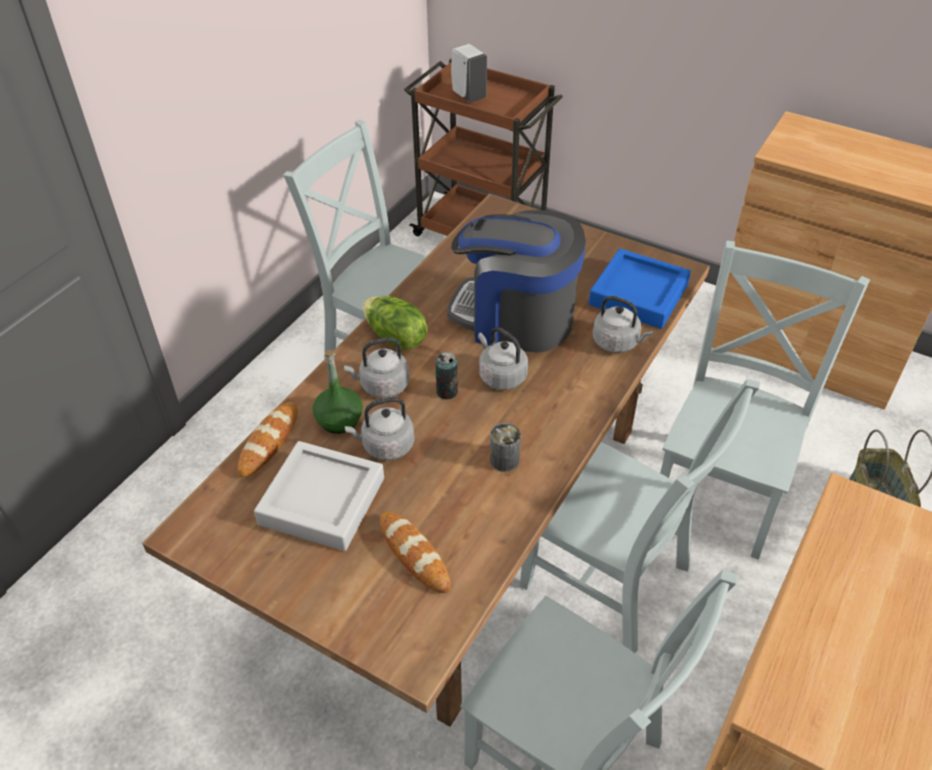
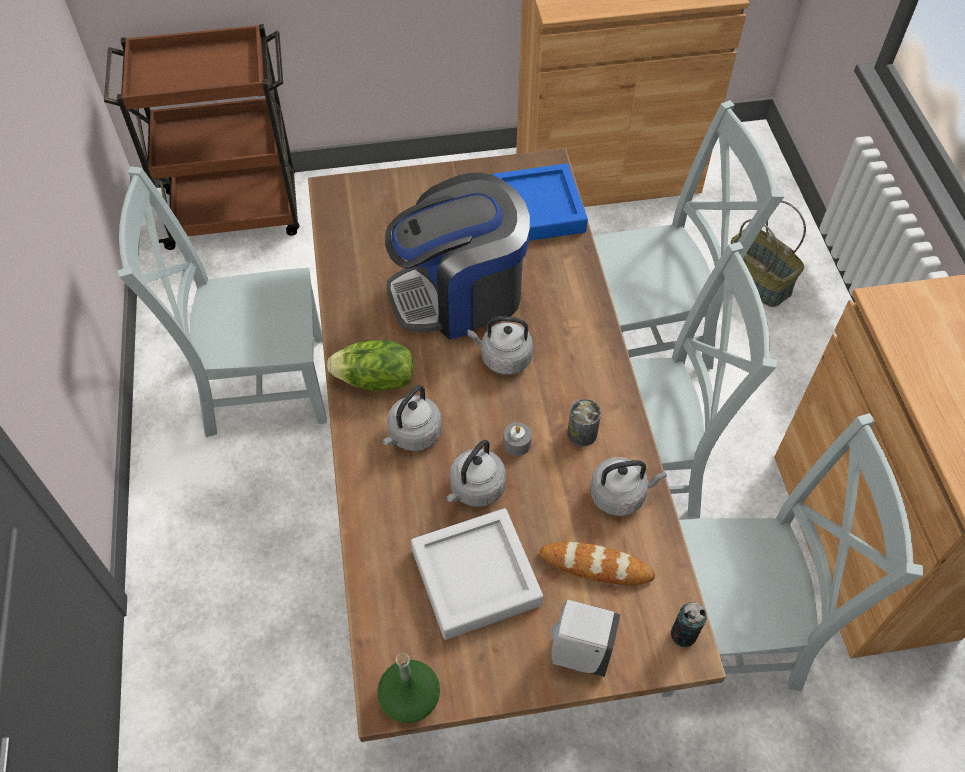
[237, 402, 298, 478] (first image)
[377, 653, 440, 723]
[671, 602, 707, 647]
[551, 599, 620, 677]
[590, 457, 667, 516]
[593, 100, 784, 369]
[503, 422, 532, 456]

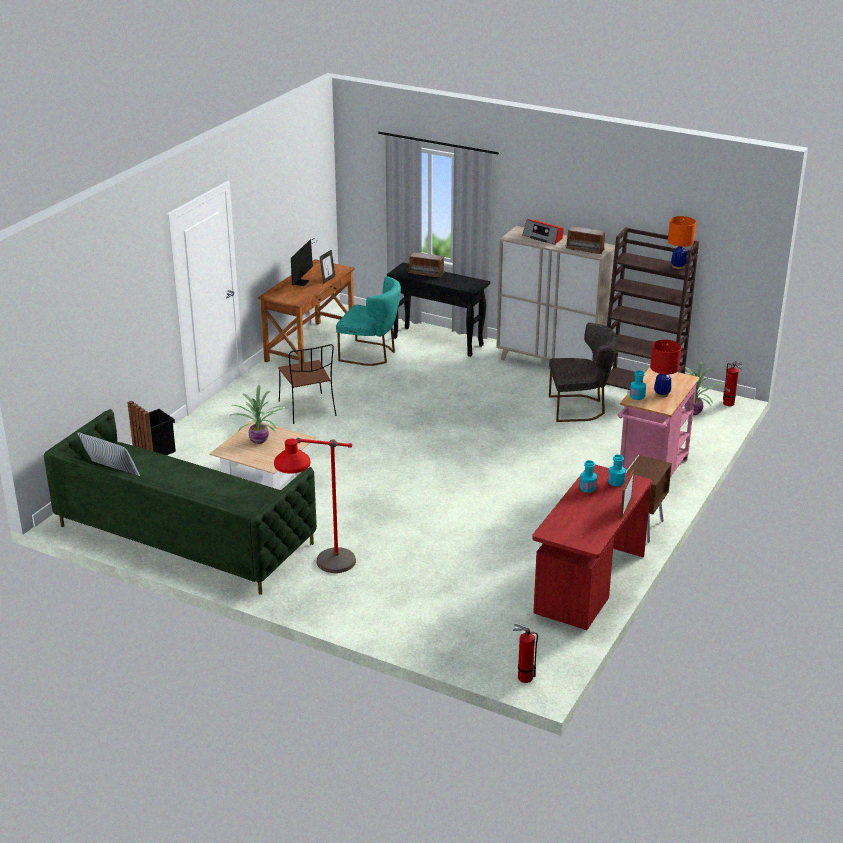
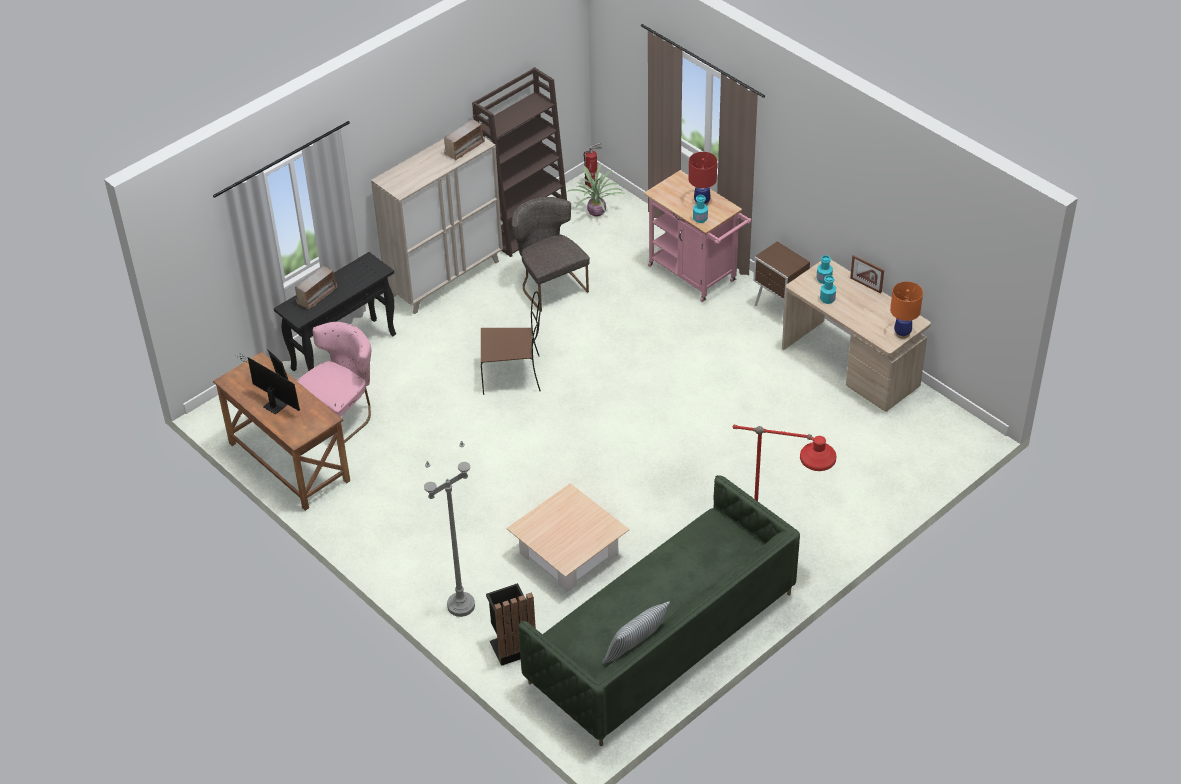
[228, 385, 287, 444] (first image)
[481, 291, 541, 395]
[296, 322, 371, 443]
[513, 622, 538, 683] (first image)
[523, 219, 564, 244] (first image)
[782, 260, 931, 412]
[512, 197, 590, 312]
[890, 282, 923, 339]
[424, 441, 475, 617]

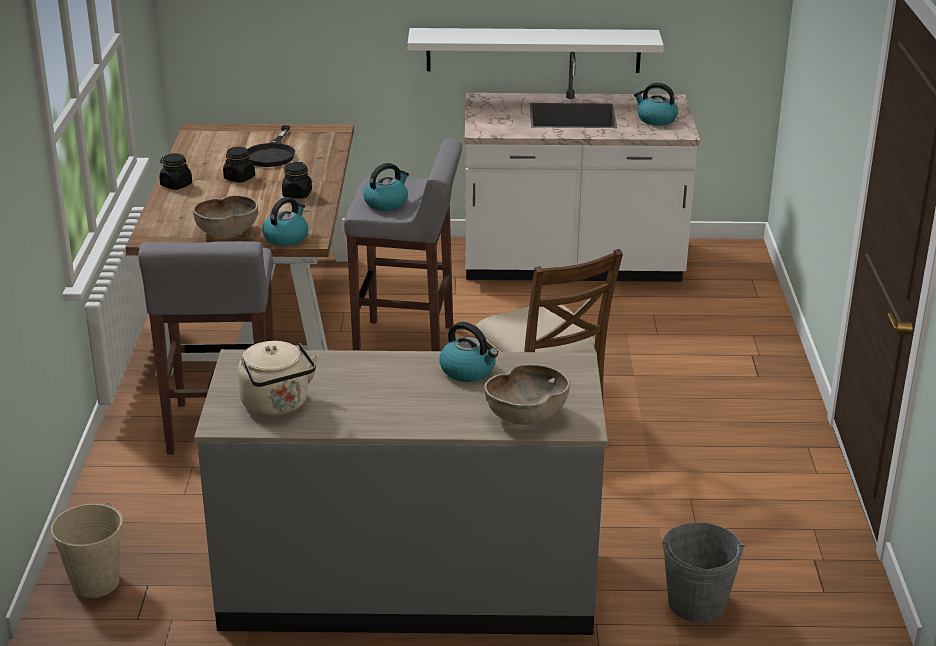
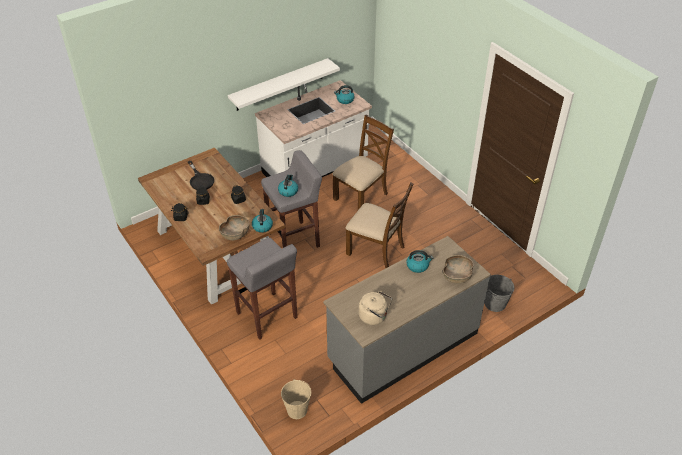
[332, 114, 394, 210]

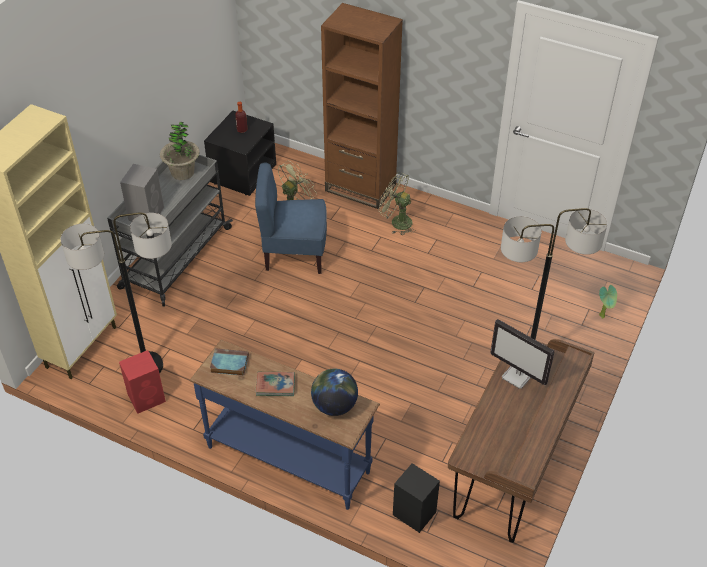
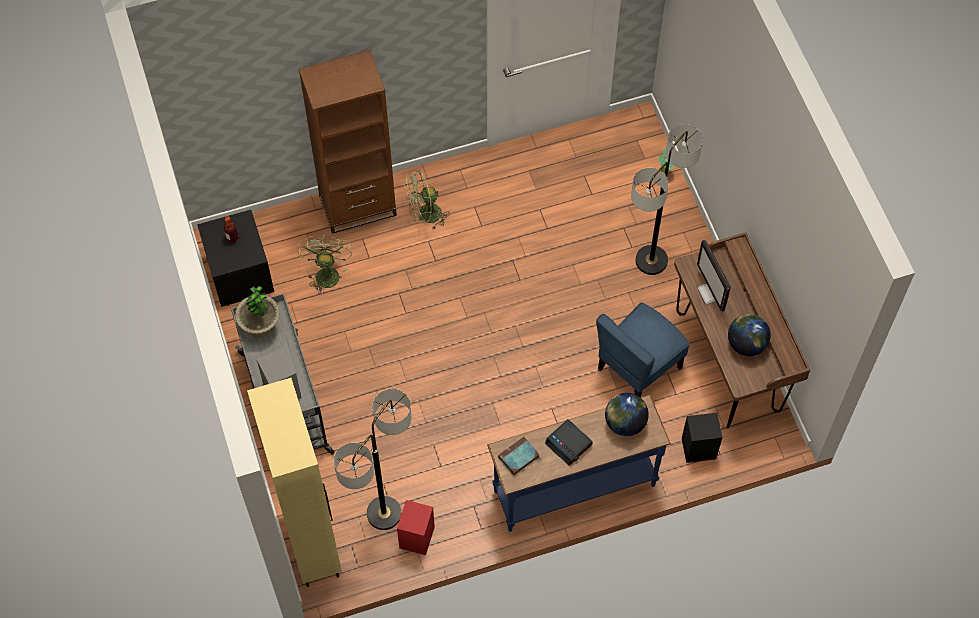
[596, 302, 690, 398]
[545, 419, 593, 466]
[697, 240, 731, 312]
[728, 314, 771, 356]

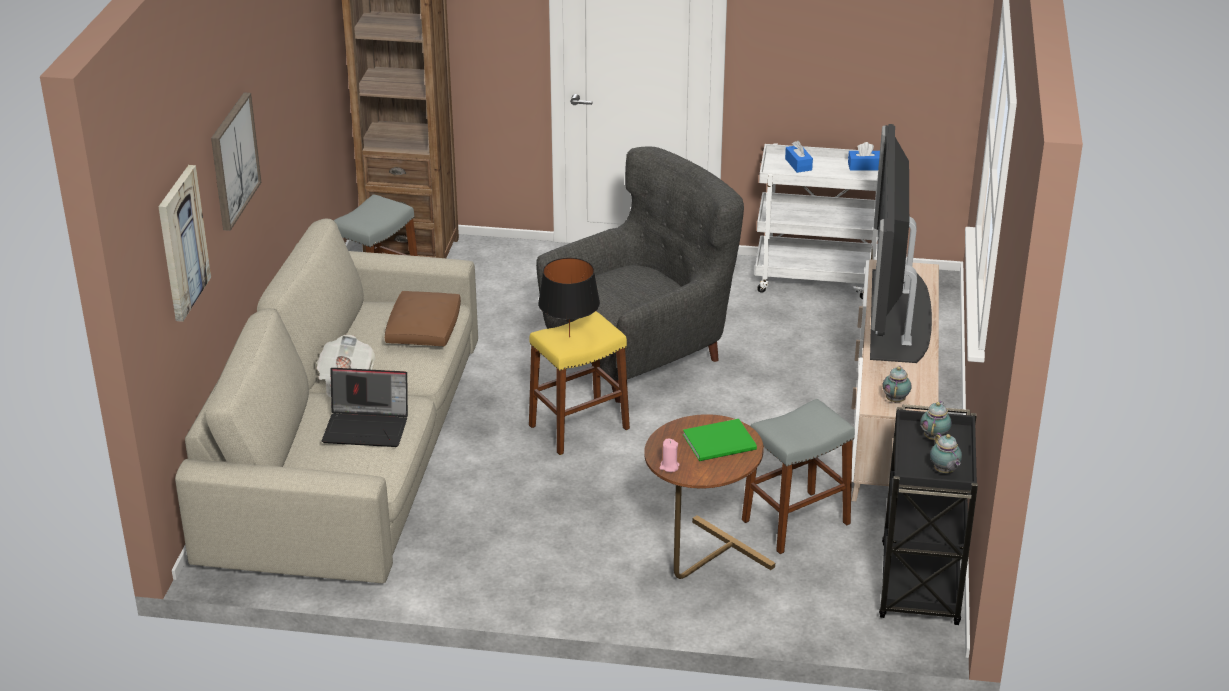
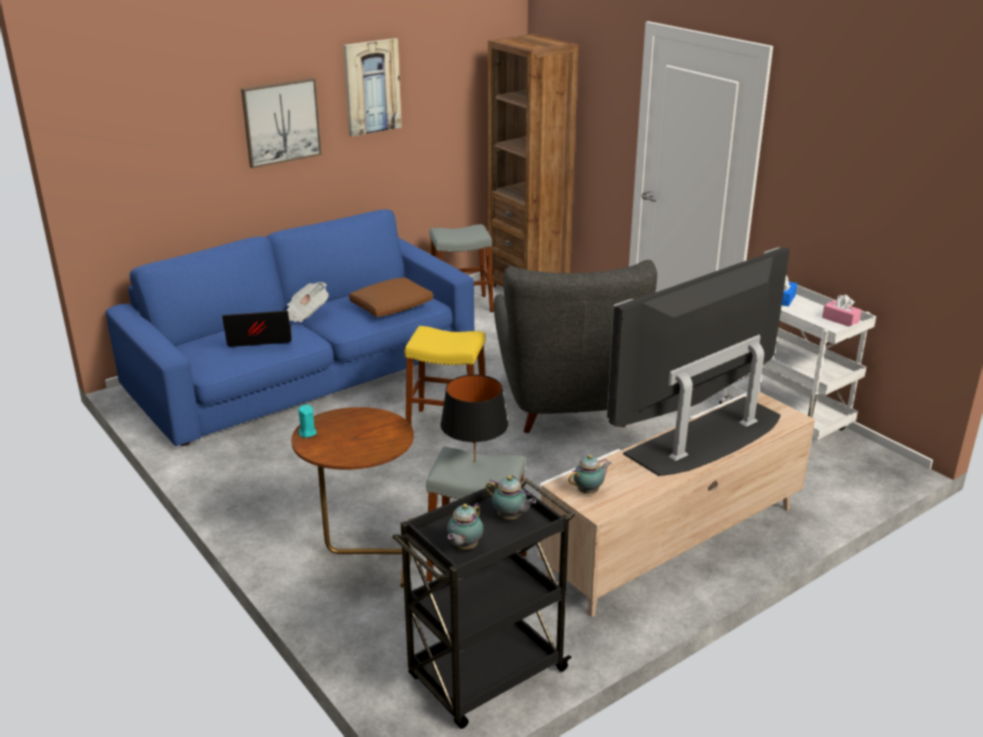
[343, 38, 402, 137]
[105, 209, 474, 446]
[222, 311, 291, 347]
[494, 260, 657, 433]
[440, 375, 508, 462]
[299, 405, 316, 438]
[683, 419, 757, 461] (first image)
[822, 295, 862, 327]
[486, 476, 536, 520]

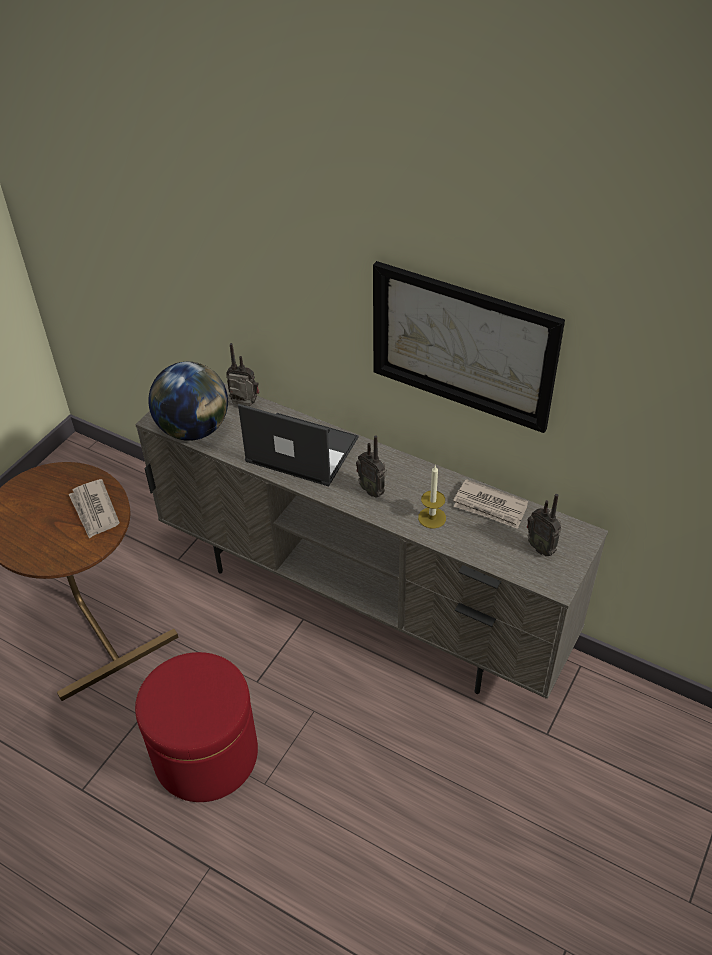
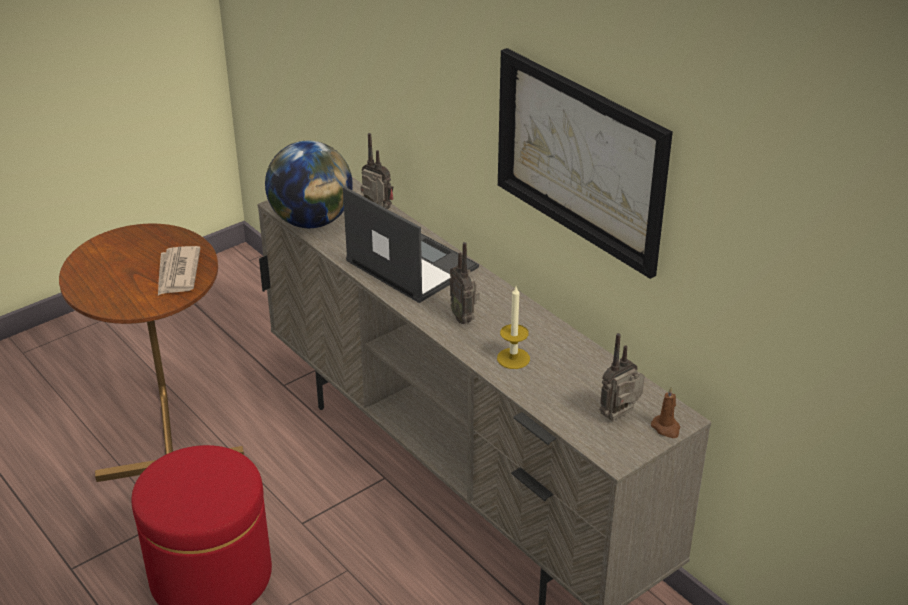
[453, 479, 528, 529] (first image)
[599, 333, 644, 420]
[651, 387, 680, 438]

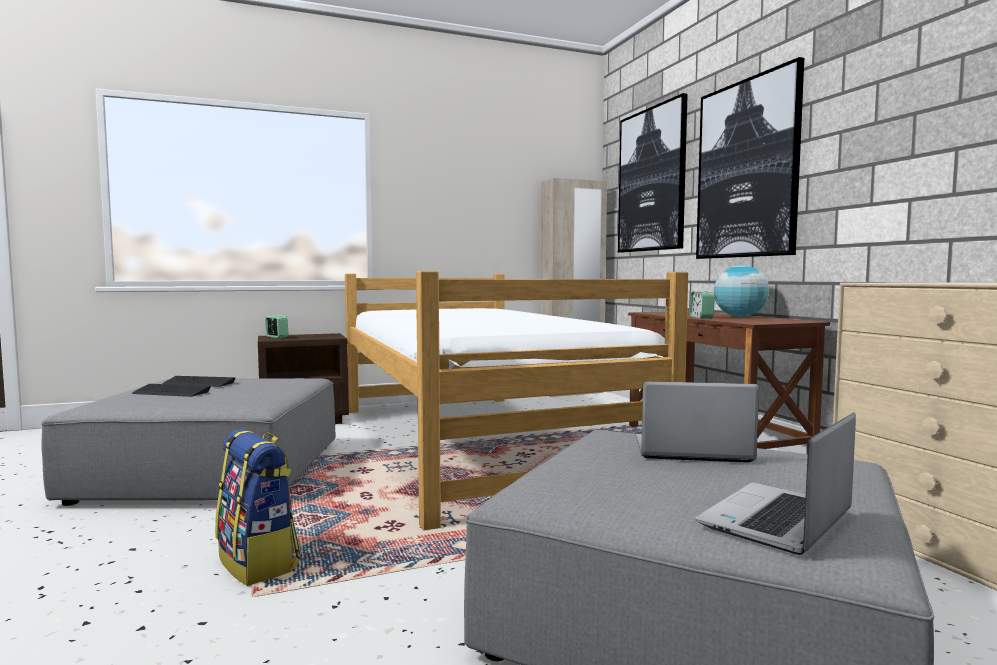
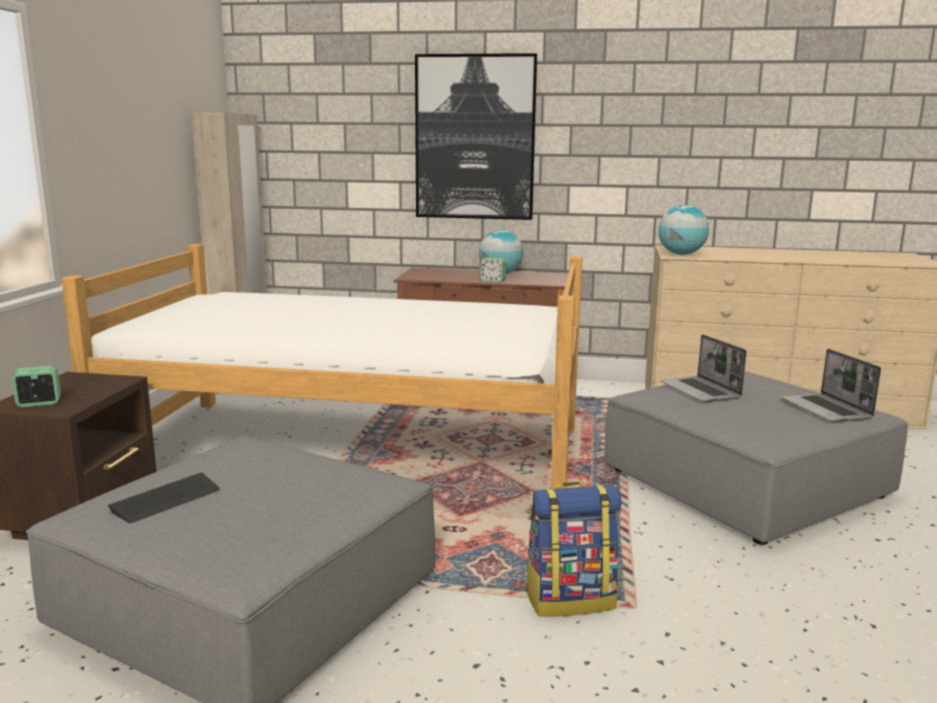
[132, 384, 211, 397] (first image)
[618, 93, 688, 253] (first image)
[661, 334, 747, 402]
[658, 205, 709, 255]

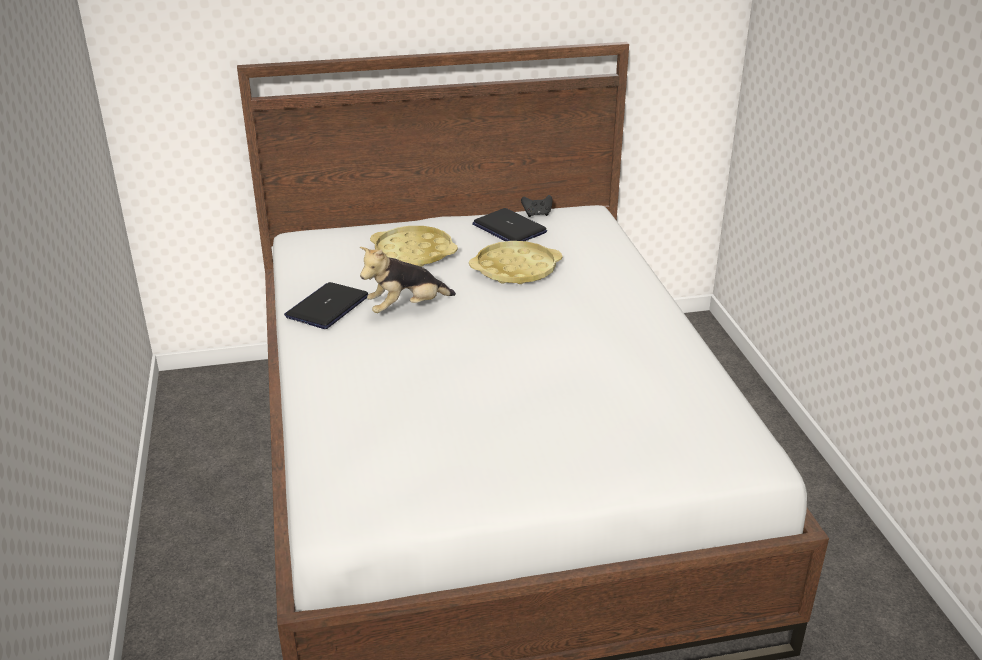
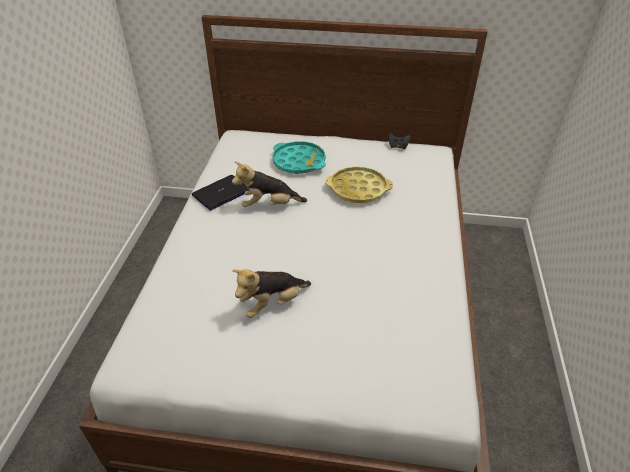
[272, 141, 326, 174]
[472, 208, 547, 241] (first image)
[233, 269, 311, 318]

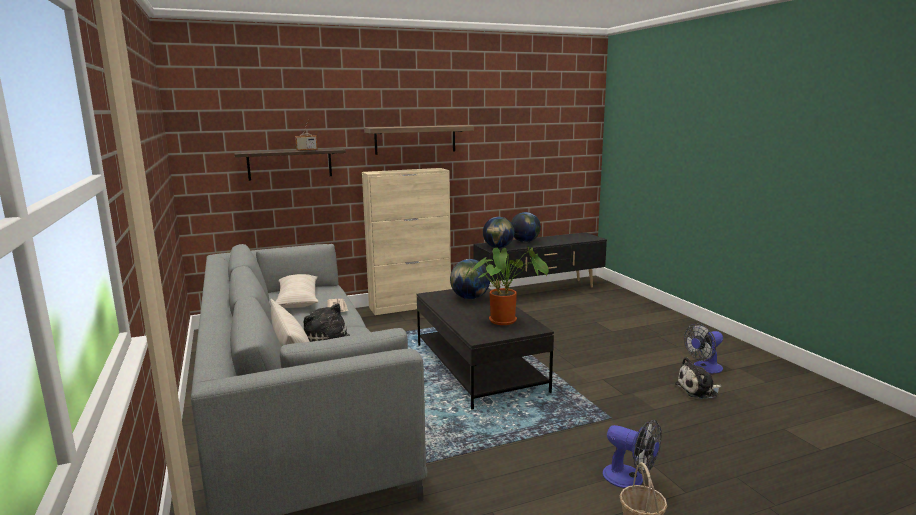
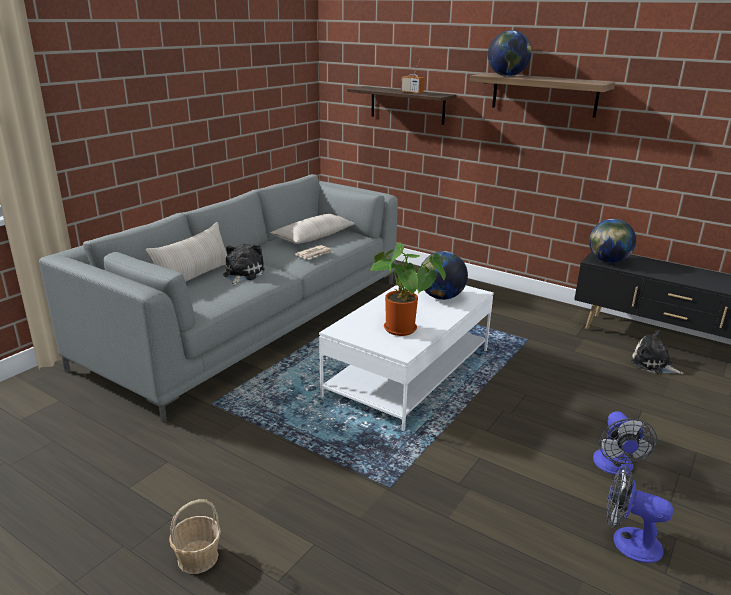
[362, 168, 451, 315] (first image)
[319, 285, 494, 431]
[488, 30, 532, 76]
[593, 411, 657, 475]
[630, 330, 684, 374]

